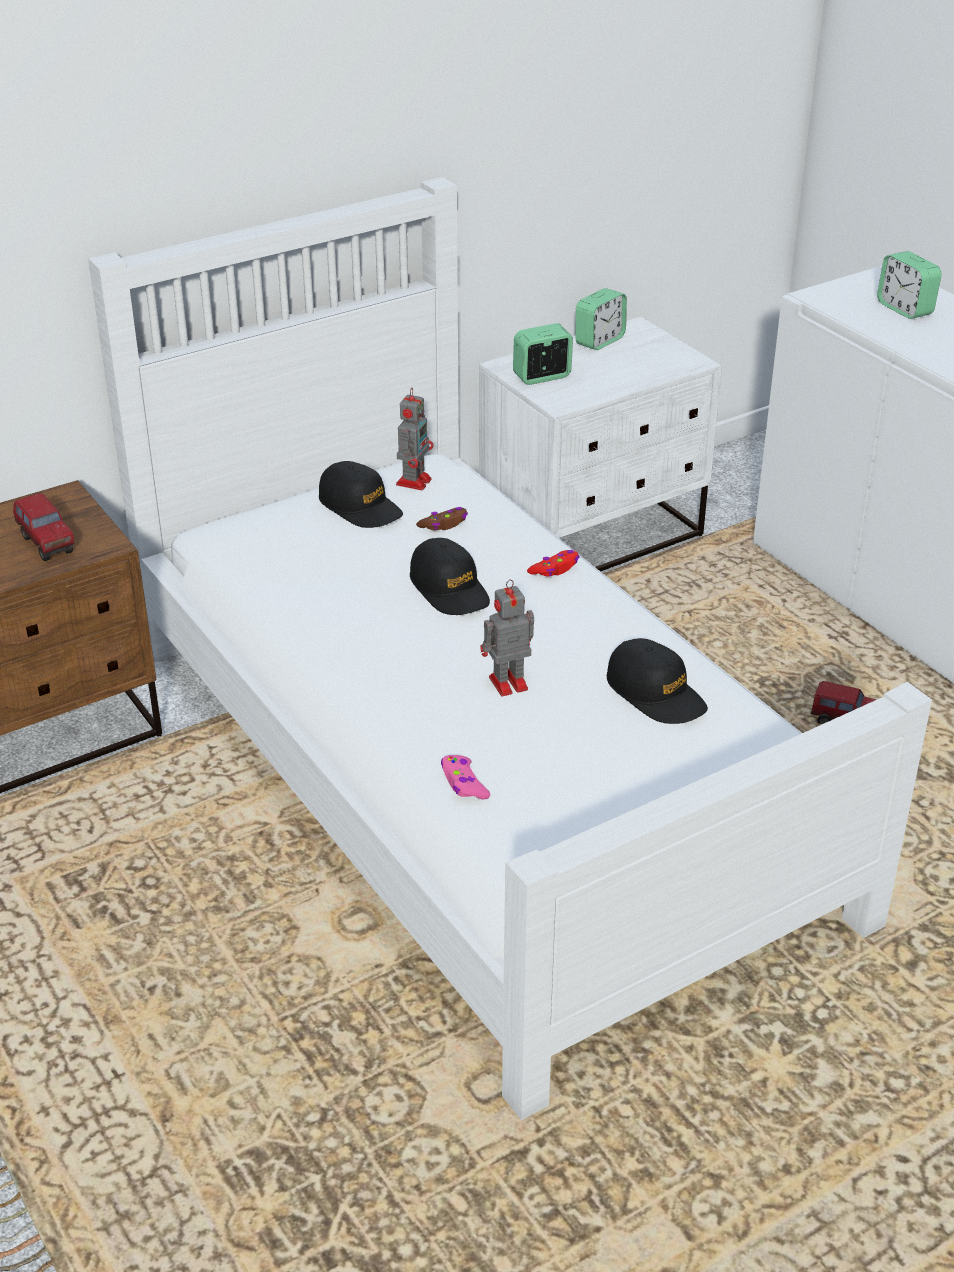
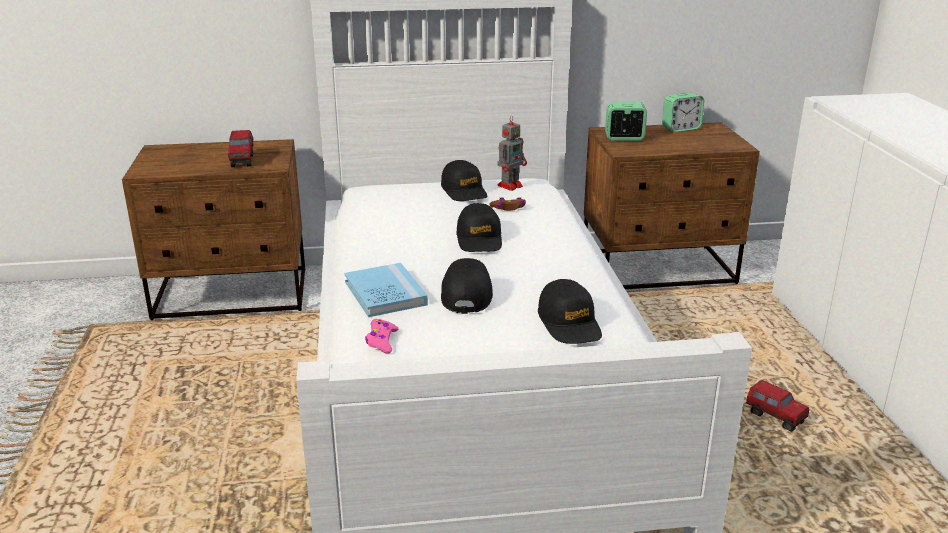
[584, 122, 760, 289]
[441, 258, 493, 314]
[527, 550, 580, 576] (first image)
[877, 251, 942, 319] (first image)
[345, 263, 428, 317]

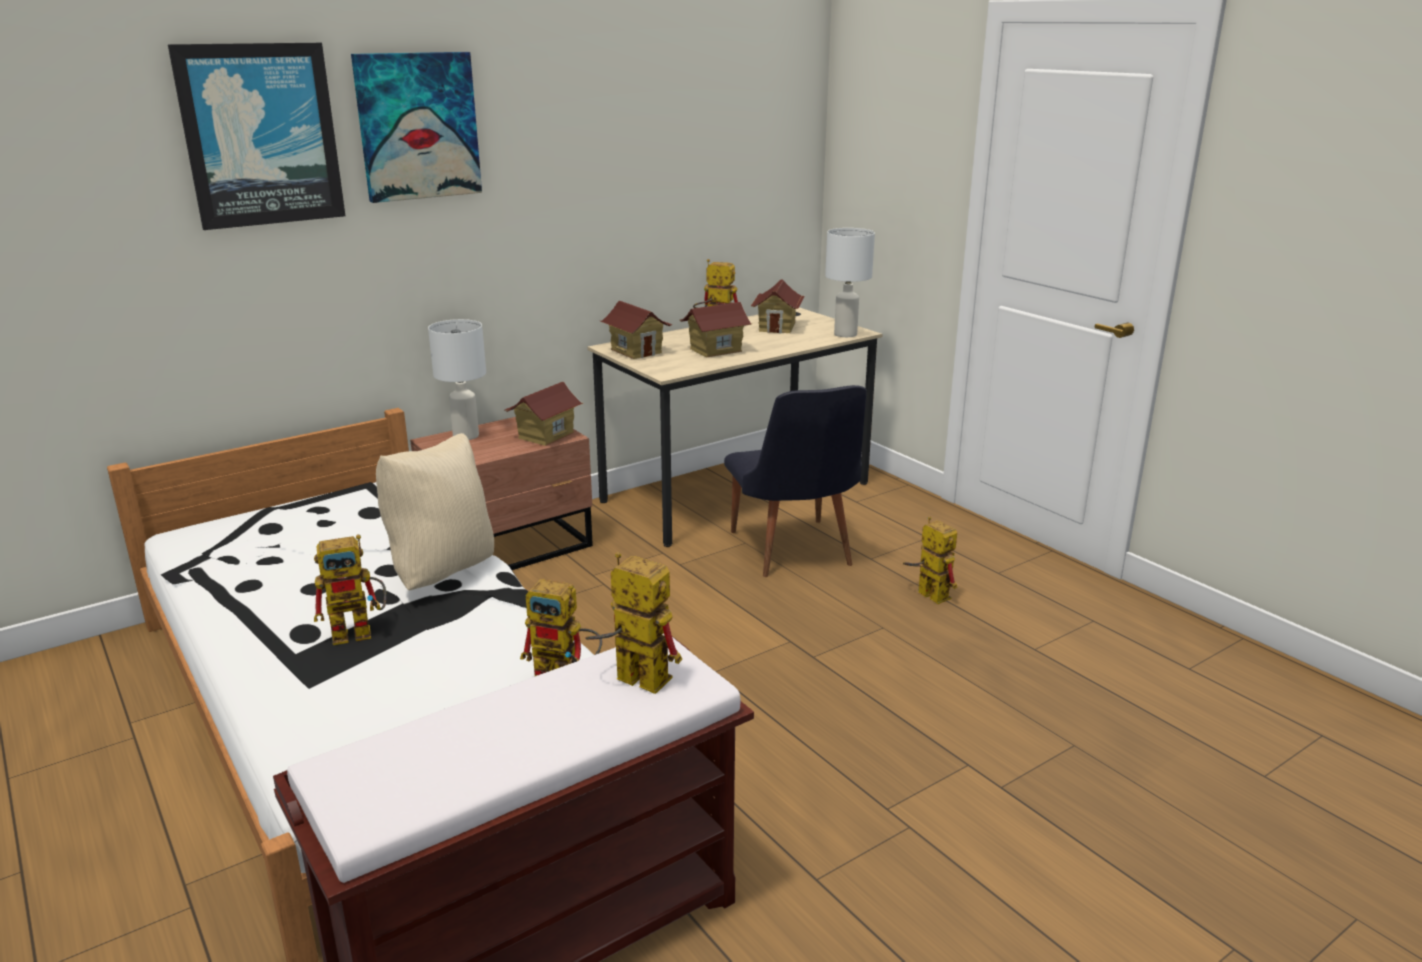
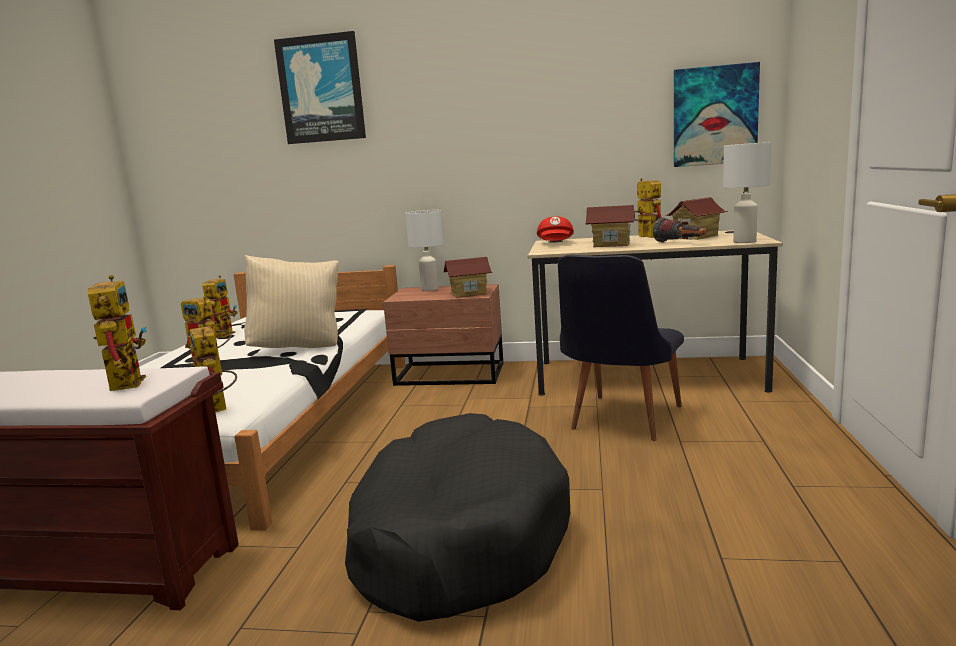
[674, 62, 760, 167]
[537, 216, 574, 241]
[202, 275, 238, 338]
[345, 413, 570, 622]
[653, 217, 707, 243]

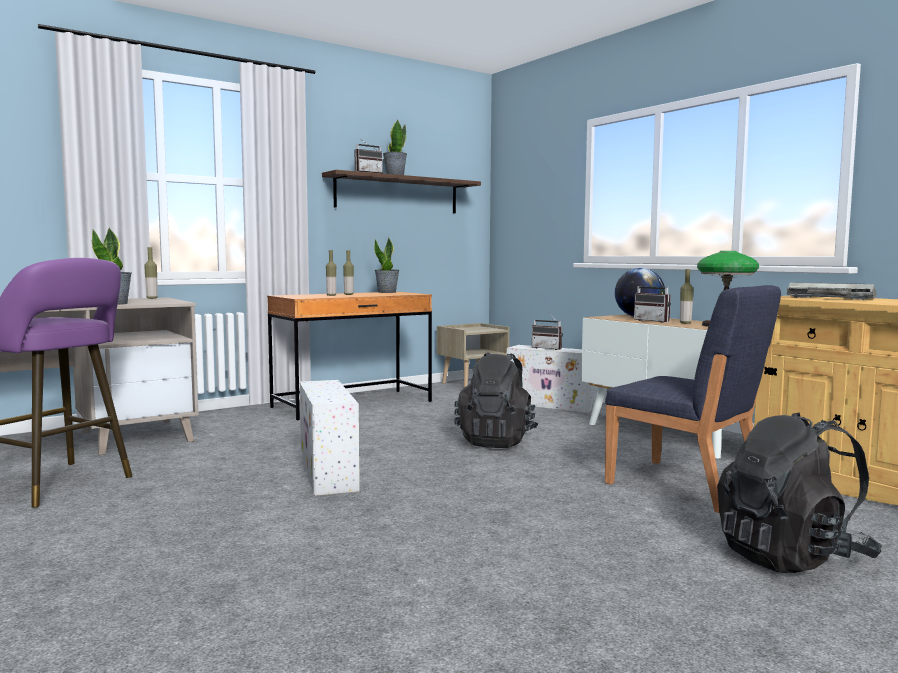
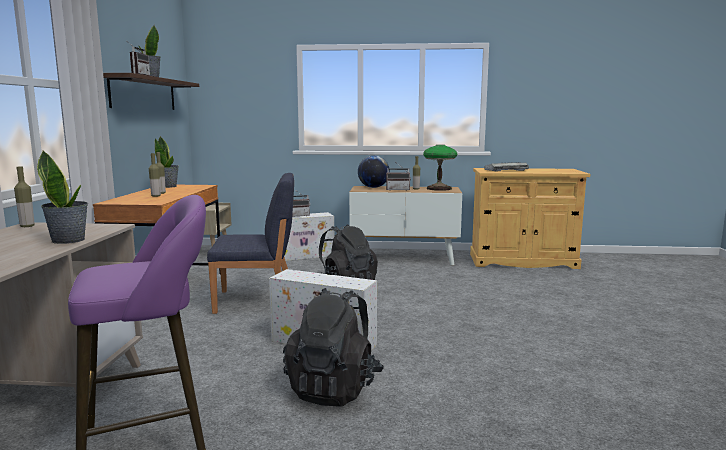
[207, 173, 294, 314]
[283, 288, 384, 407]

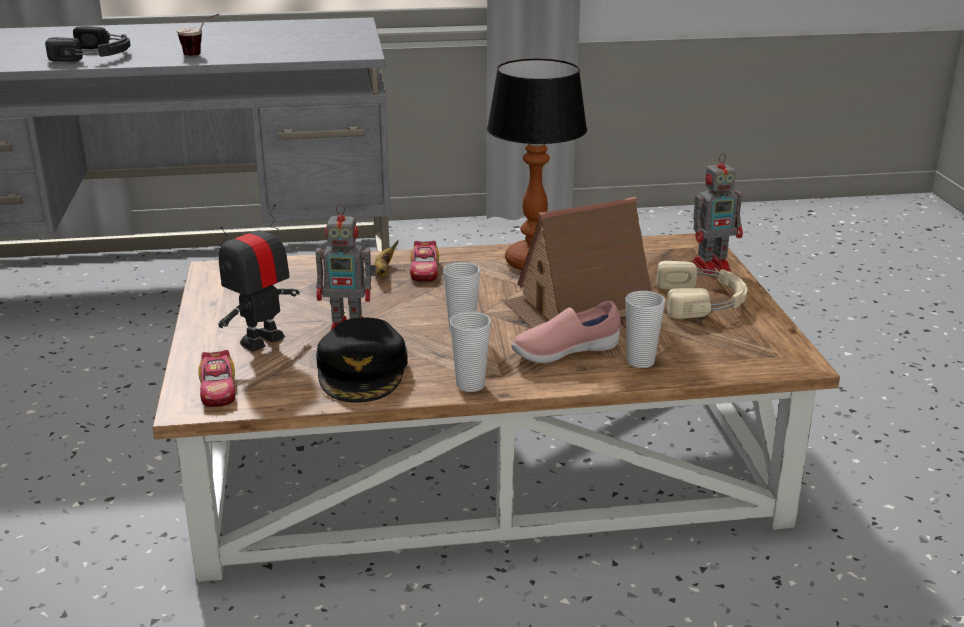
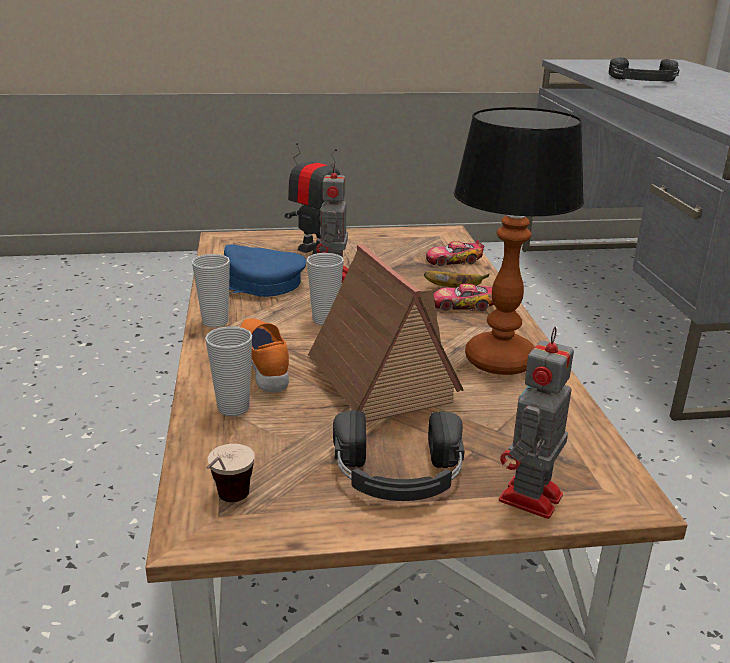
[207, 444, 255, 502]
[426, 239, 484, 266]
[224, 244, 306, 297]
[240, 318, 289, 393]
[333, 410, 465, 501]
[499, 327, 574, 519]

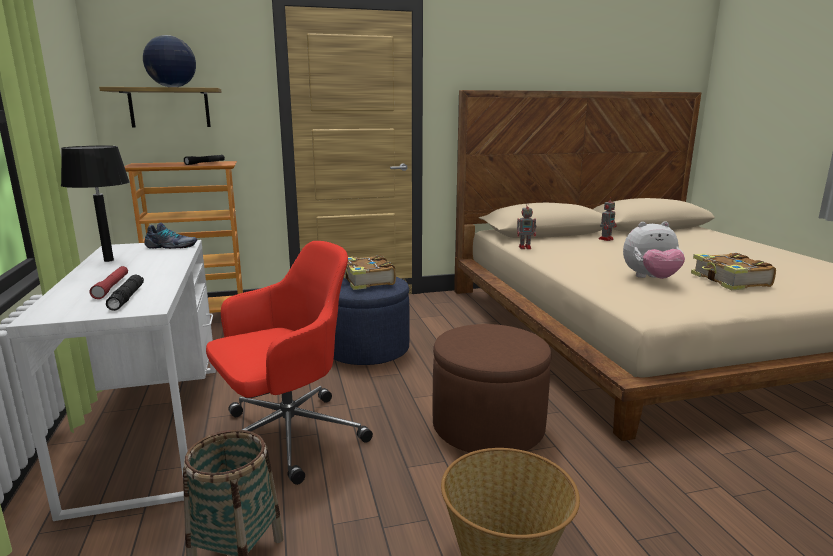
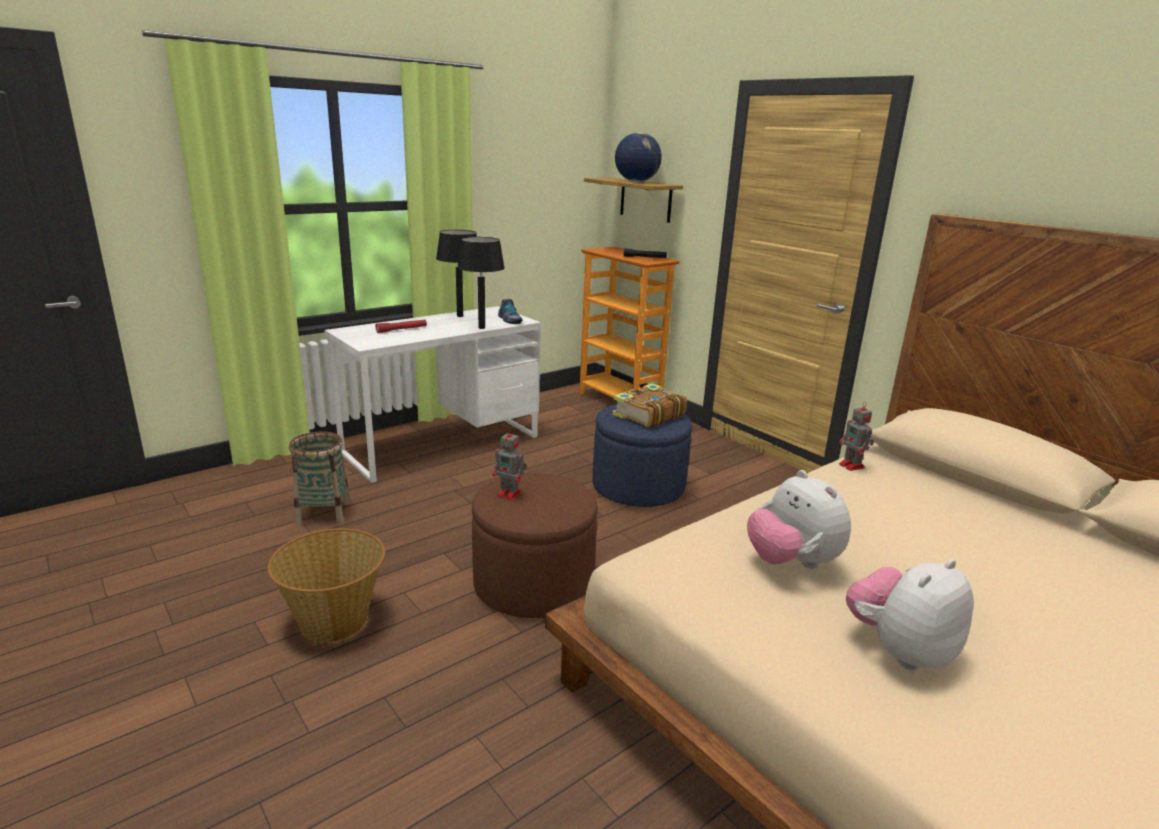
[106, 274, 144, 311] (first image)
[206, 241, 373, 485] (first image)
[492, 428, 527, 501]
[846, 559, 974, 670]
[457, 237, 505, 329]

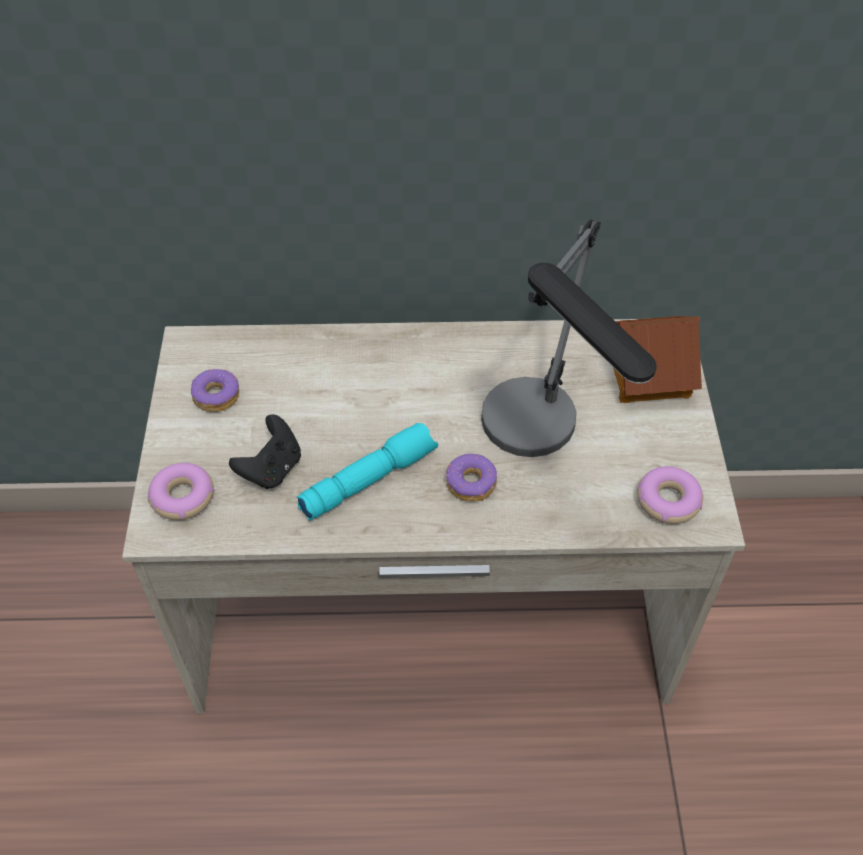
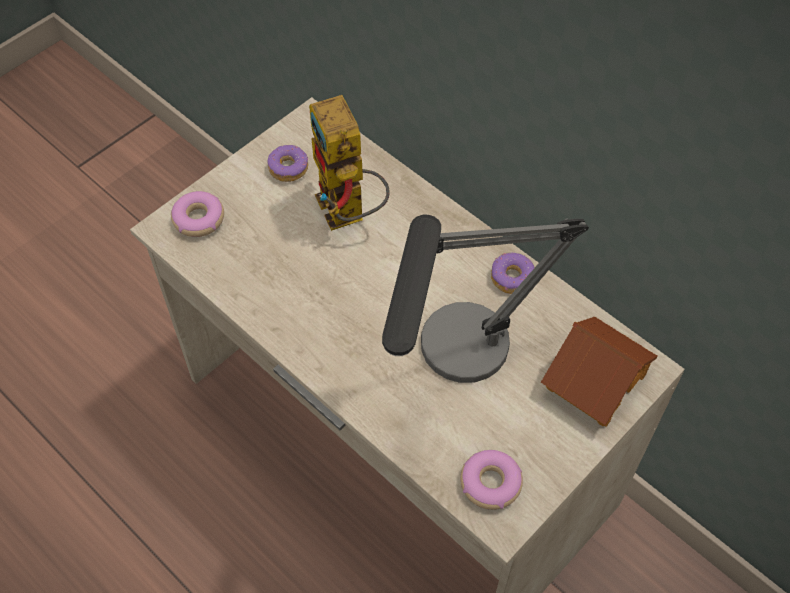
[229, 414, 301, 489] (first image)
[297, 423, 438, 521] (first image)
[491, 253, 535, 294]
[309, 95, 390, 231]

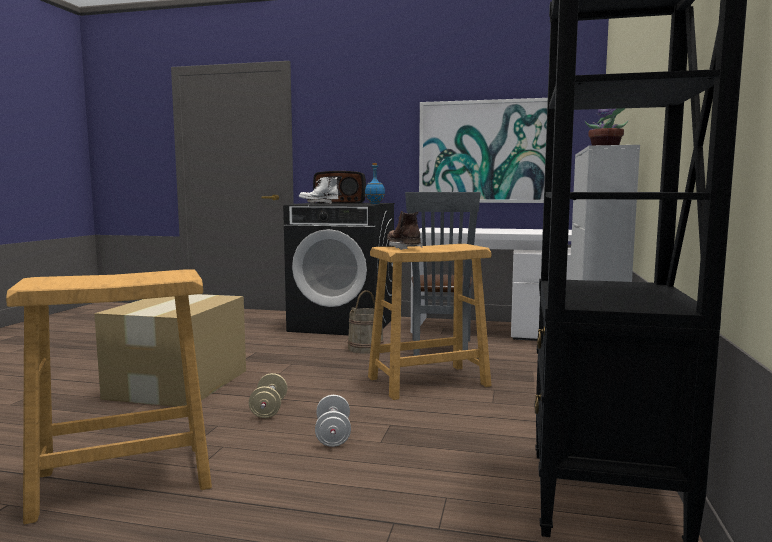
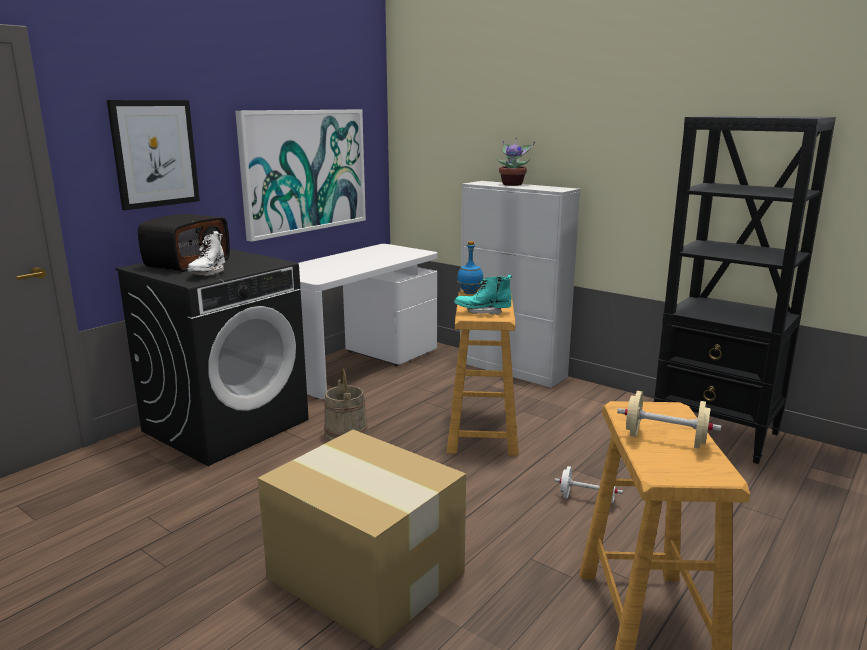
[617, 391, 721, 449]
[457, 241, 483, 294]
[454, 275, 512, 315]
[405, 192, 481, 356] (first image)
[107, 100, 200, 210]

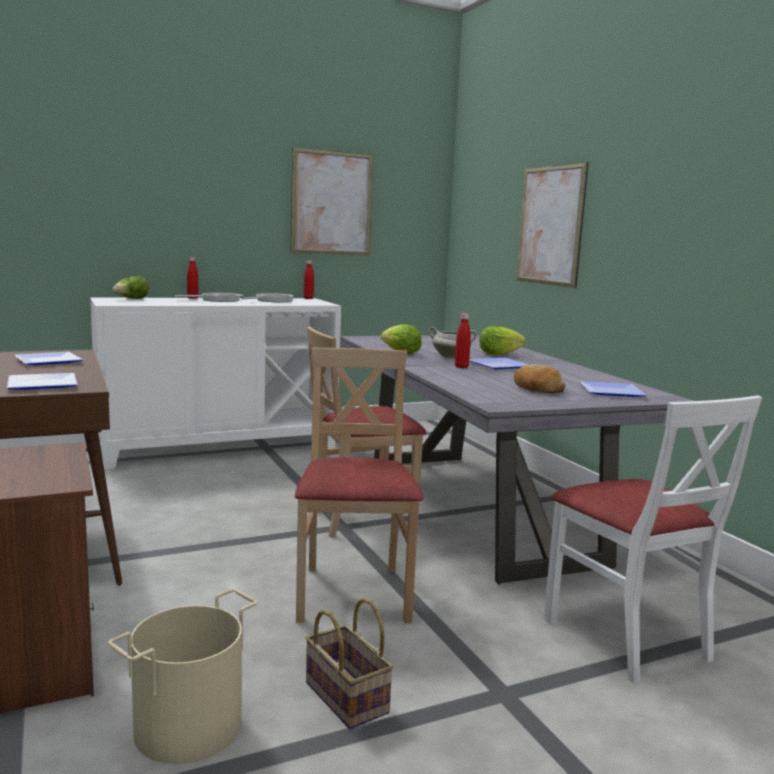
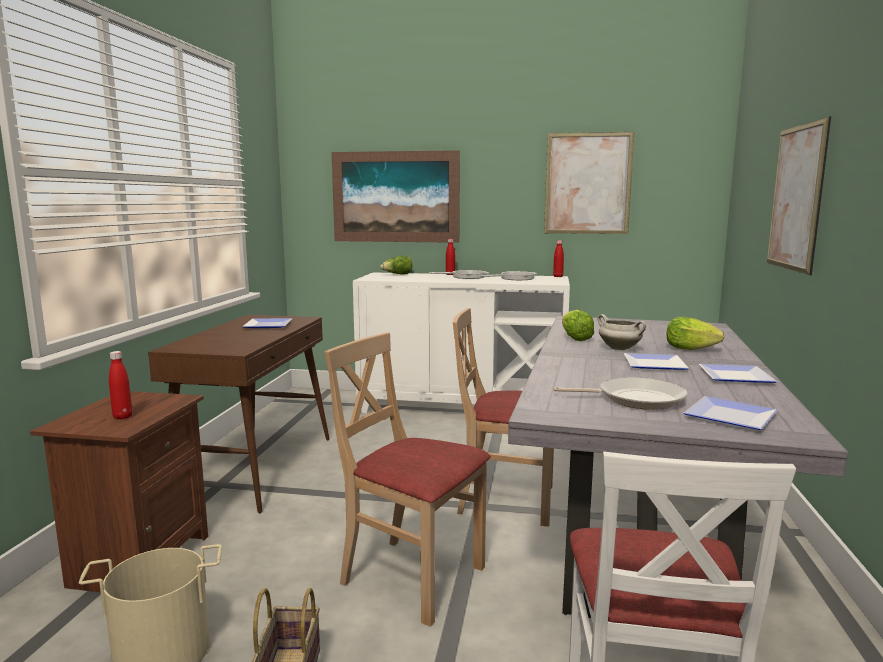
[699, 364, 777, 383]
[324, 333, 491, 627]
[109, 351, 132, 419]
[554, 377, 687, 410]
[331, 150, 460, 243]

